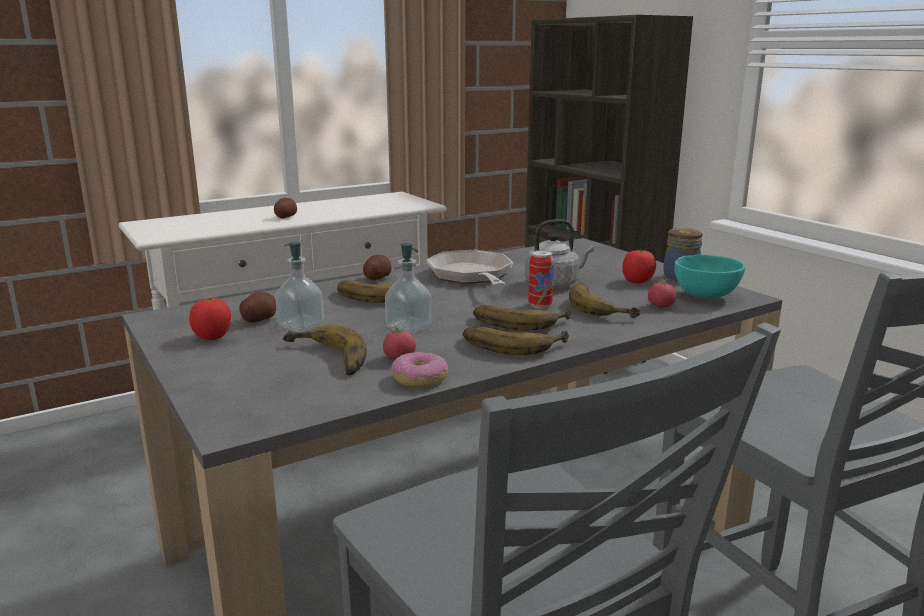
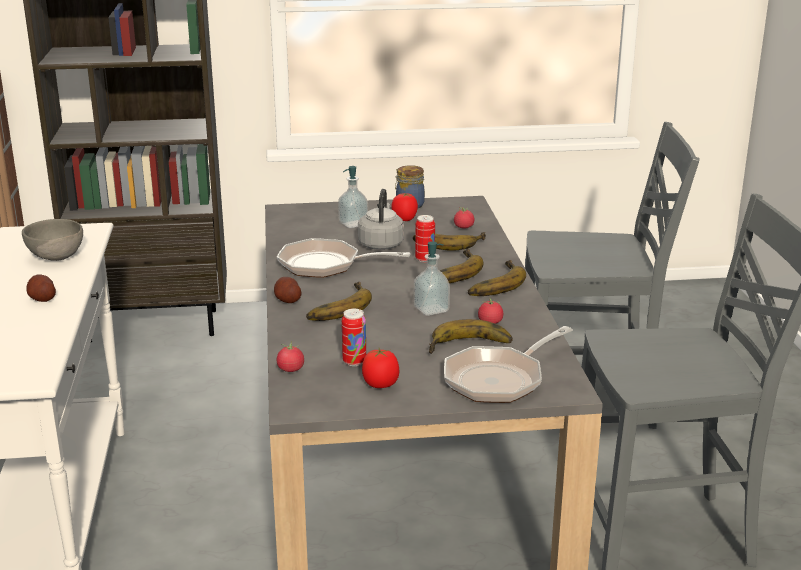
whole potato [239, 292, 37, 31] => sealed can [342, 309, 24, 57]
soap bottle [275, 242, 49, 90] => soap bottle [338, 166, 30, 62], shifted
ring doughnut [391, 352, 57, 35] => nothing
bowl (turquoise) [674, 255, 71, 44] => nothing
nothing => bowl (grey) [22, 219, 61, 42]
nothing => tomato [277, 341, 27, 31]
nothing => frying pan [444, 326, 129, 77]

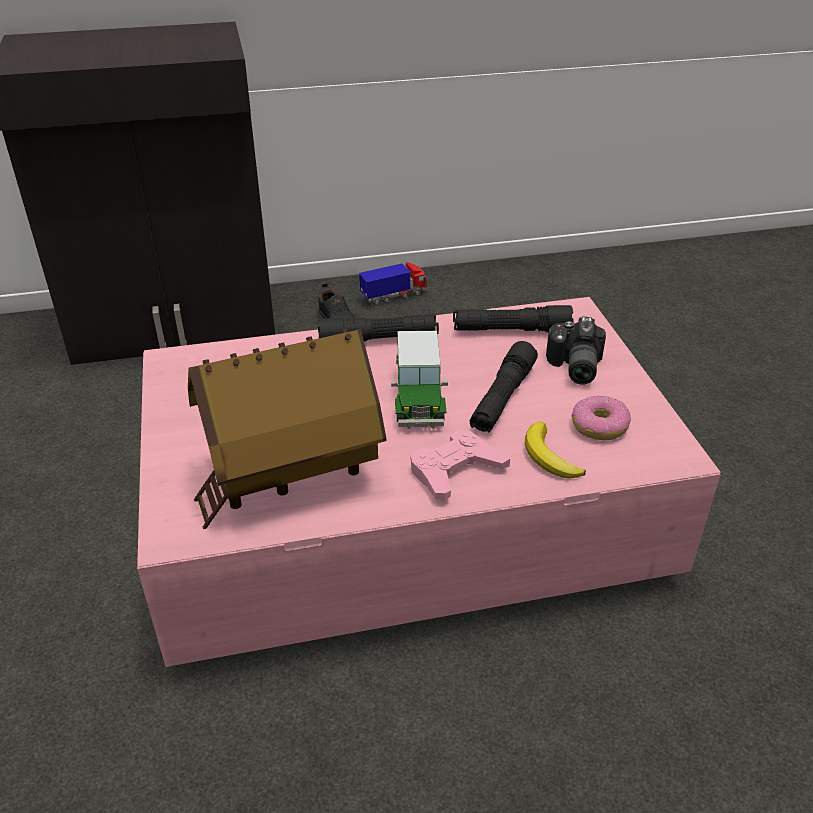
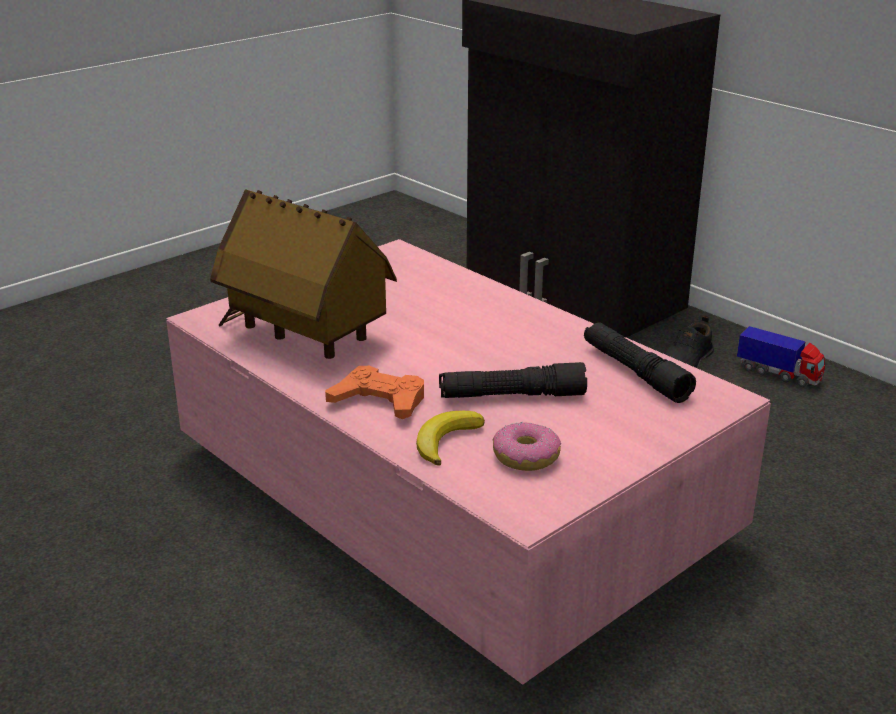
torch (black-coloured) [317, 314, 122, 27] => nothing
model car [391, 331, 57, 98] => nothing
game controller (pink) [411, 429, 99, 72] => game controller (orangey) [325, 366, 99, 53]
still camera [546, 316, 60, 69] => nothing

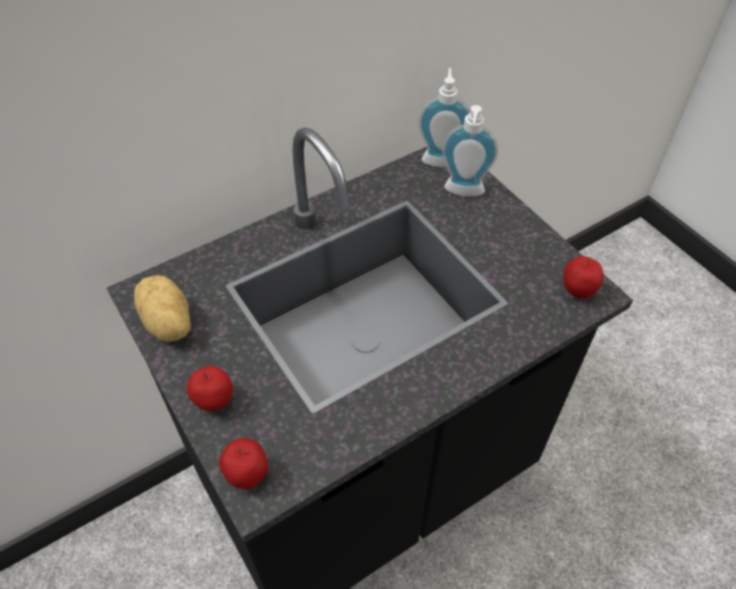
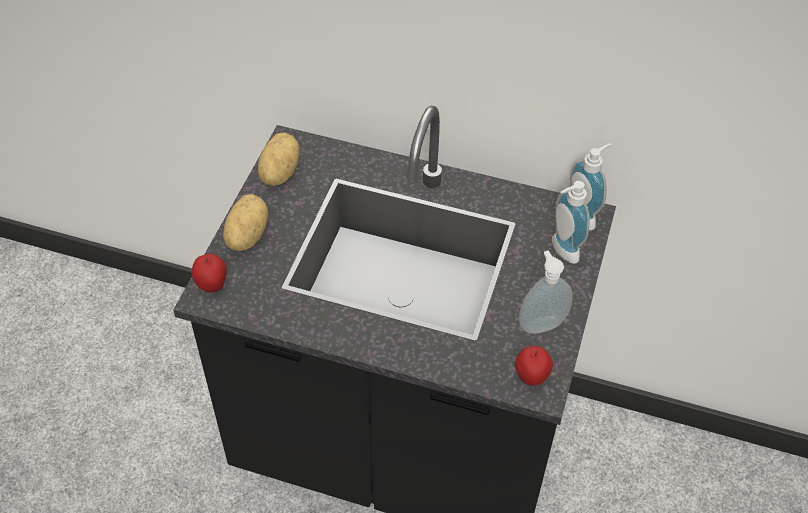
whole apple [187, 366, 46, 45] => whole potato [223, 194, 46, 57]
nothing => soap bottle [519, 251, 54, 83]

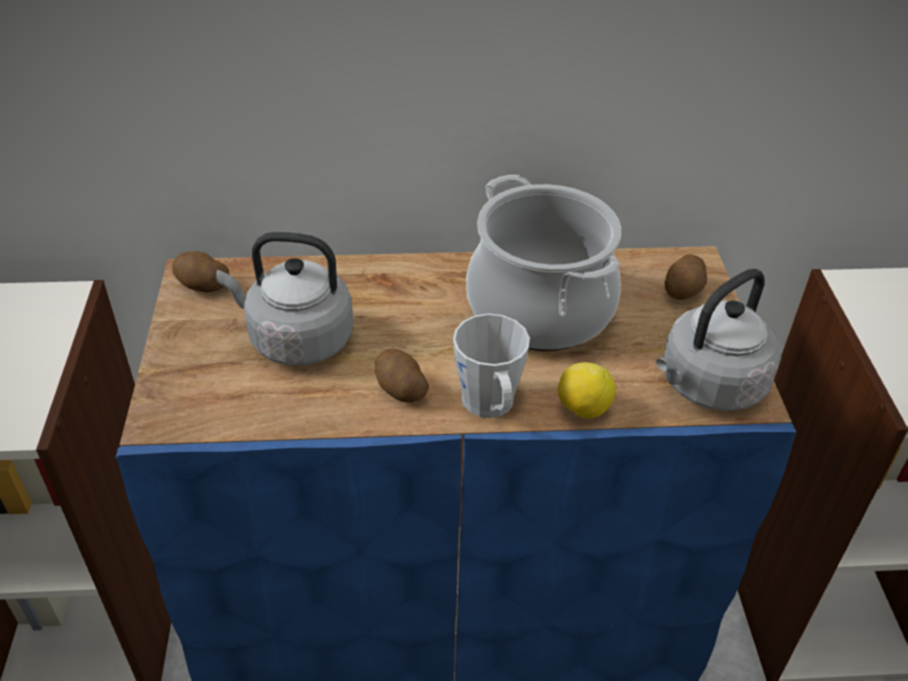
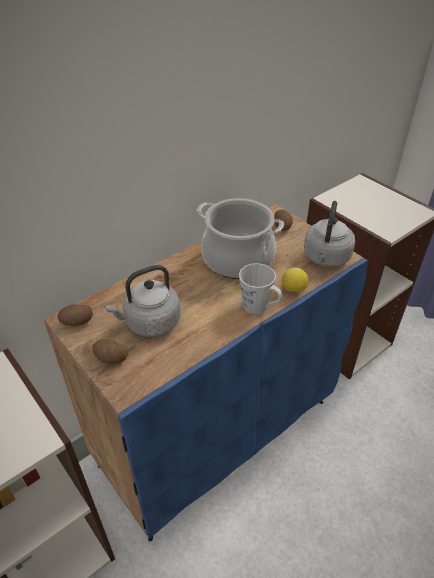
whole potato [375, 348, 54, 55] => whole potato [92, 339, 36, 25], shifted

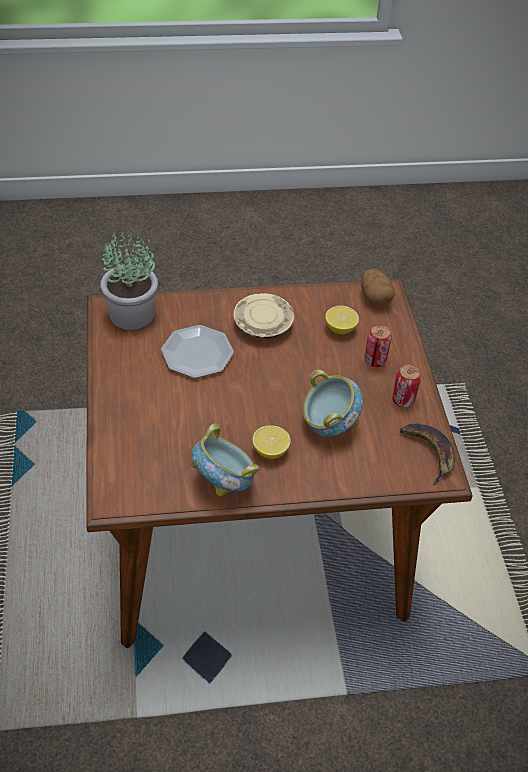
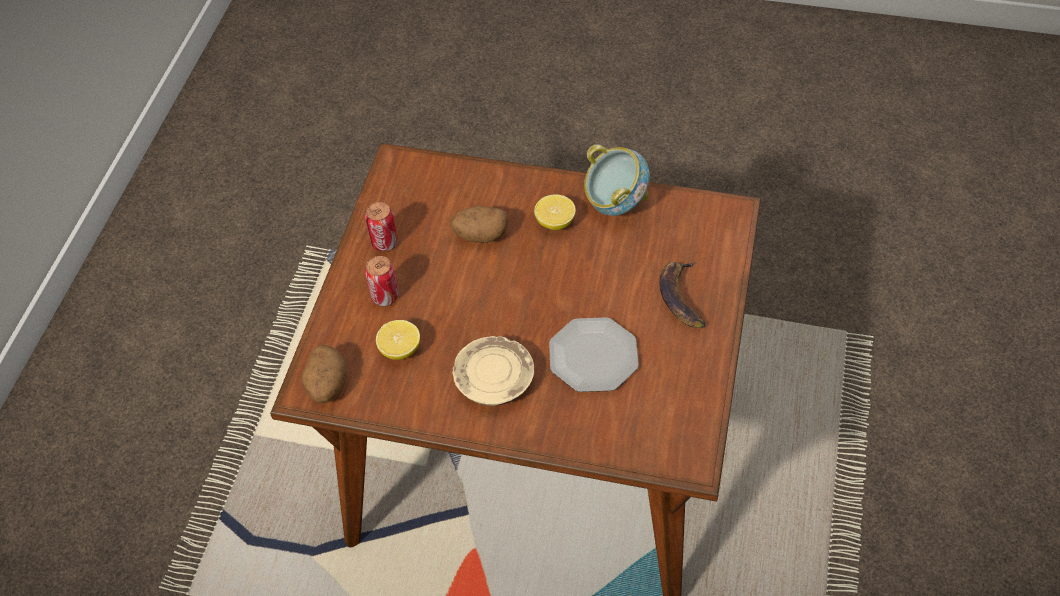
houseplant [101, 230, 57, 100] => nothing
bowl [303, 370, 60, 67] => whole potato [450, 206, 58, 37]
banana fruit [400, 423, 55, 62] => banana fruit [659, 262, 47, 66], shifted

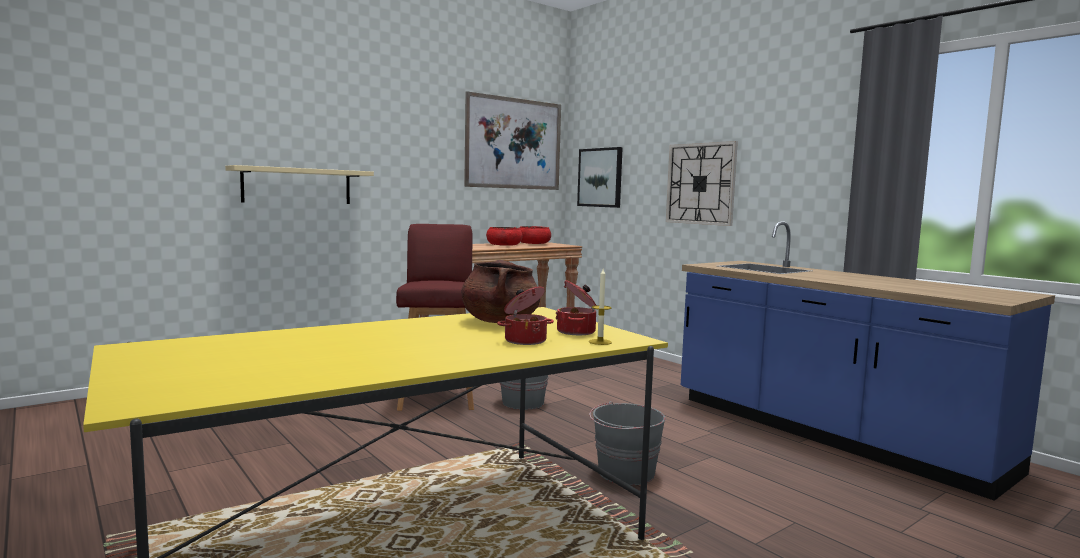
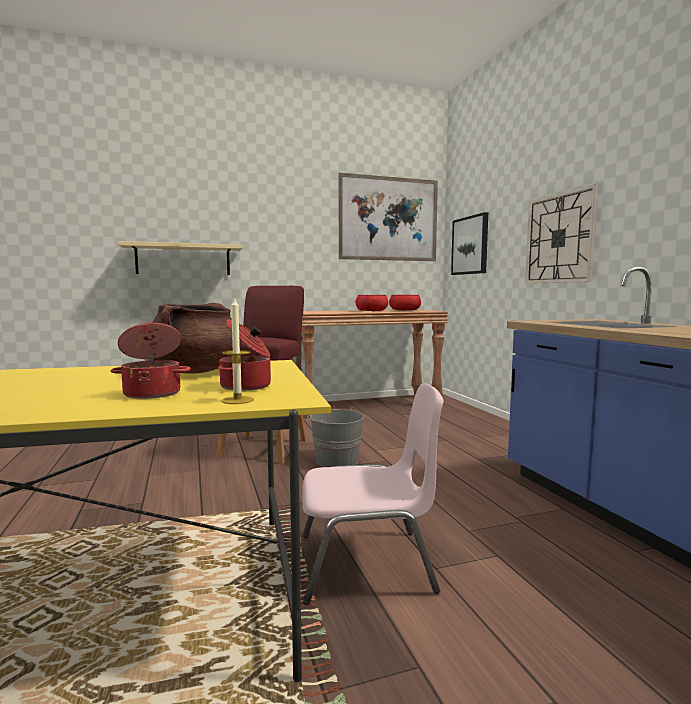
water bucket (grey) [589, 401, 76, 84] => plain chair (pink) [302, 383, 142, 222]

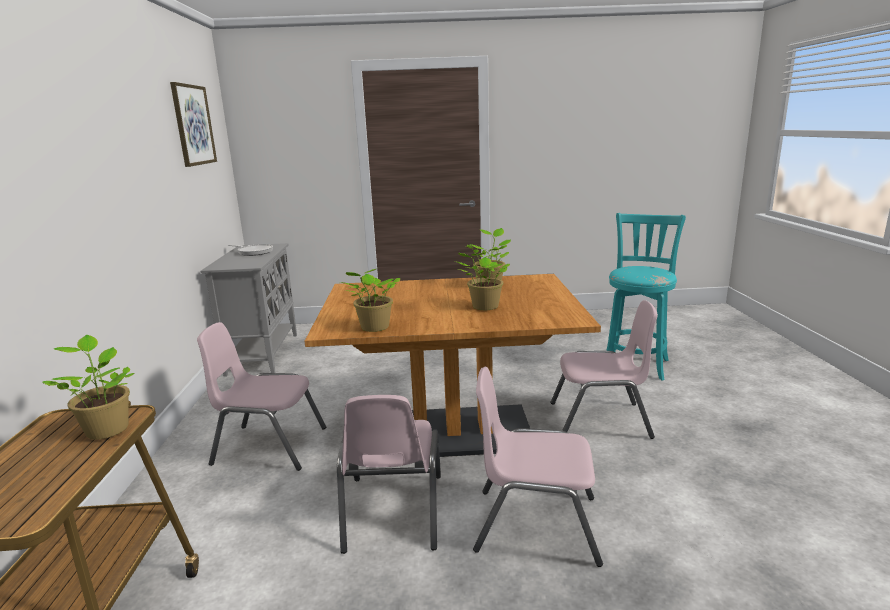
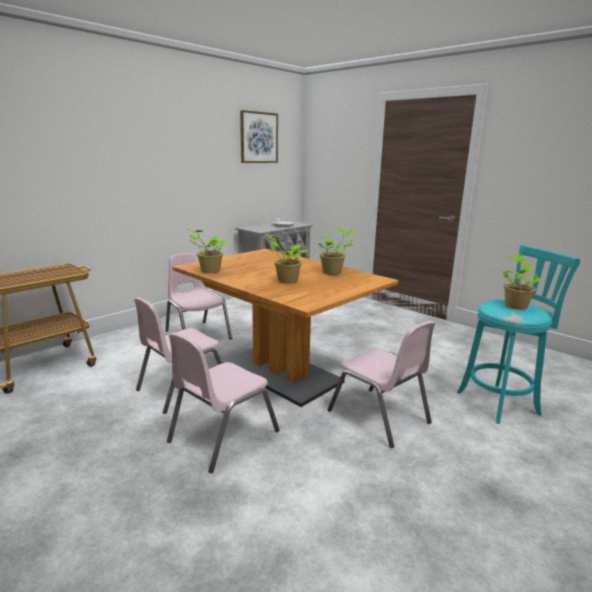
houseplant [42, 335, 92, 105] => houseplant [499, 254, 44, 56], shifted
plain chair (pink) [473, 367, 130, 200] => plain chair (pink) [167, 332, 113, 141], 105 degrees counterclockwise

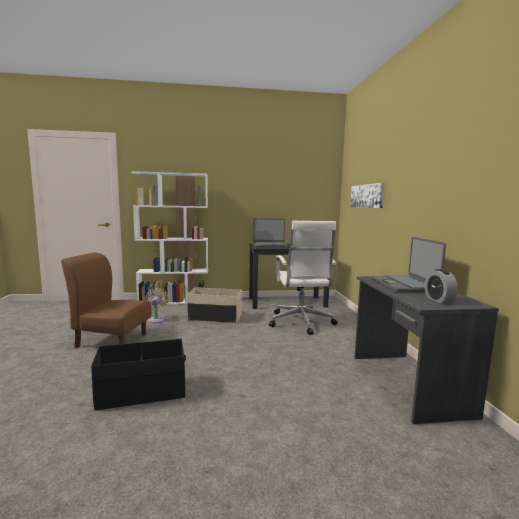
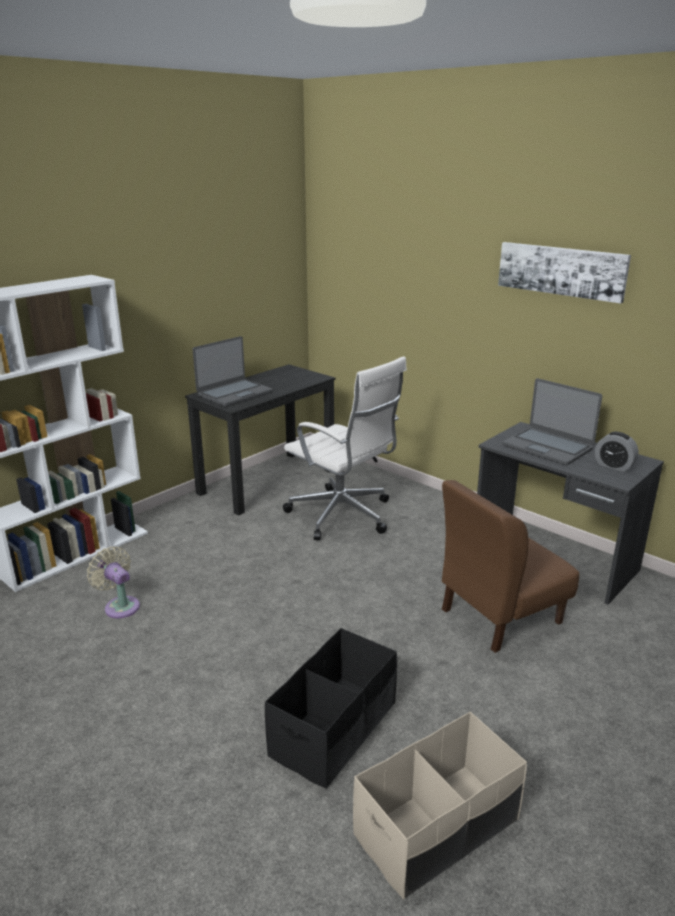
plain chair (brownish) [61, 252, 91, 96] => plain chair (brownish) [442, 480, 137, 173], shifted
storage container (beige-coloured) [187, 287, 55, 36] => storage container (beige-coloured) [353, 712, 174, 187], shifted
wall picture [350, 183, 35, 25] => wall picture [498, 242, 133, 62], shifted

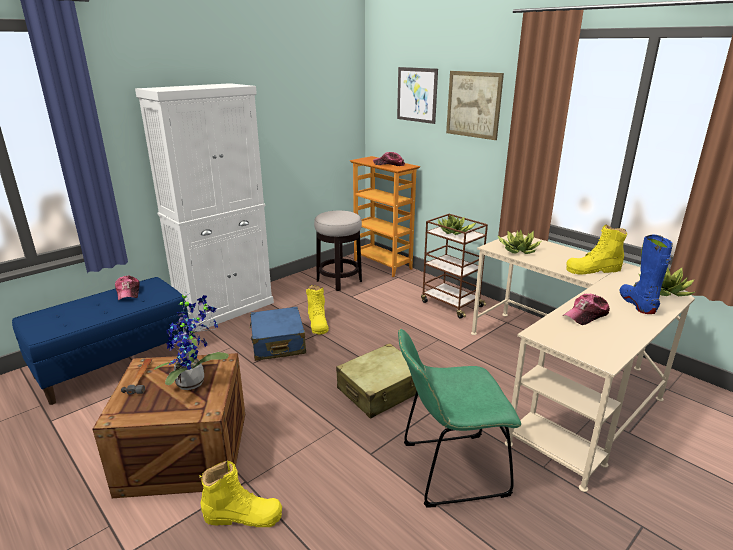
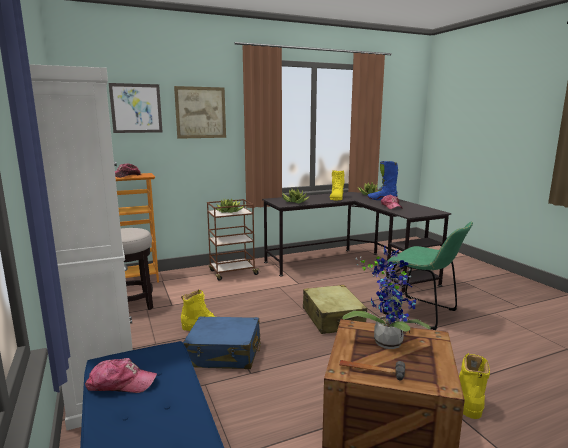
plain chair (green) [398, 329, 123, 179] => plain chair (green) [383, 221, 90, 109], 60 degrees counterclockwise
desk table (beige-coloured) [471, 232, 224, 260] => desk table (black-coloured) [262, 192, 189, 102]

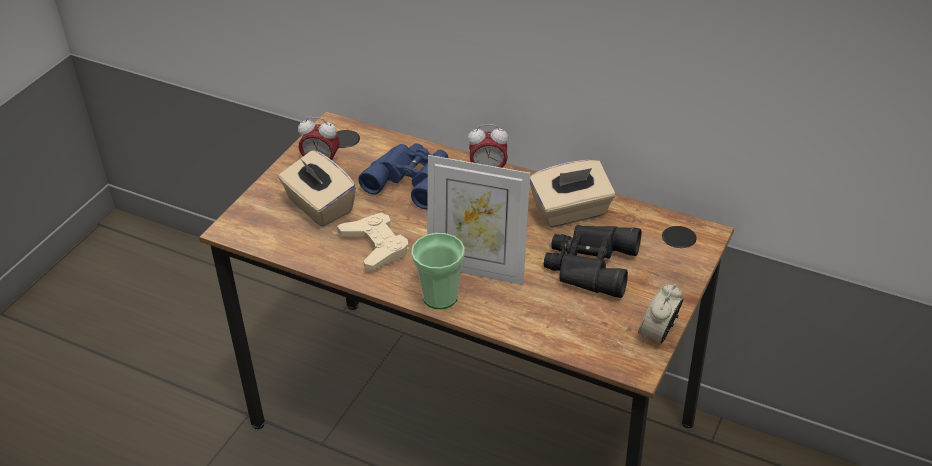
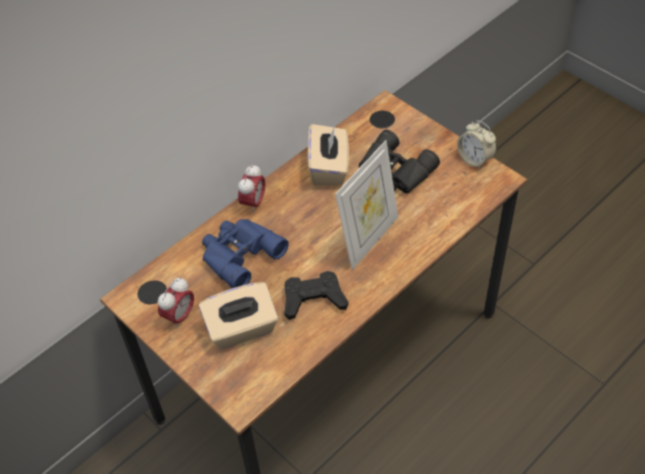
game controller (beige-coloured) [337, 213, 71, 57] => game controller (black-coloured) [284, 271, 64, 49]
drinking cup [411, 233, 54, 76] => nothing

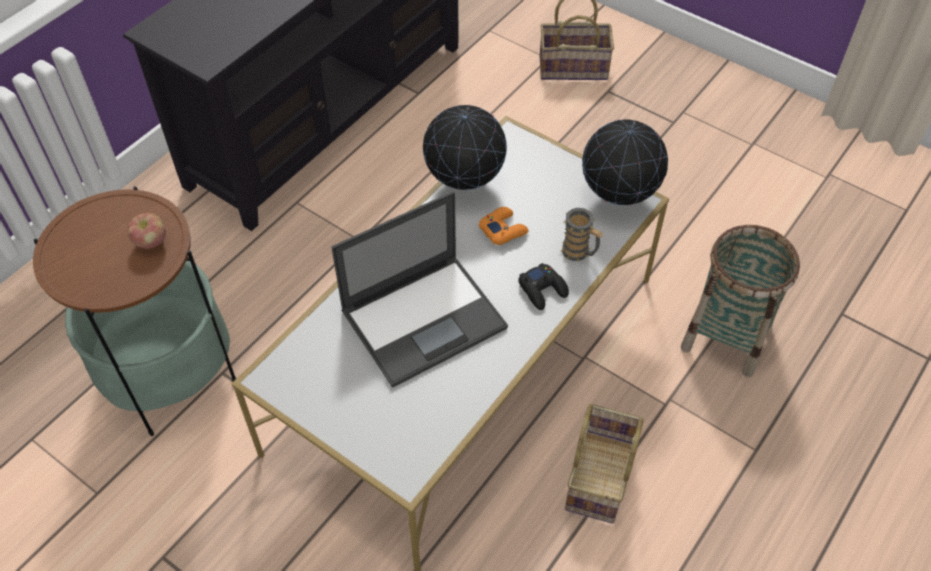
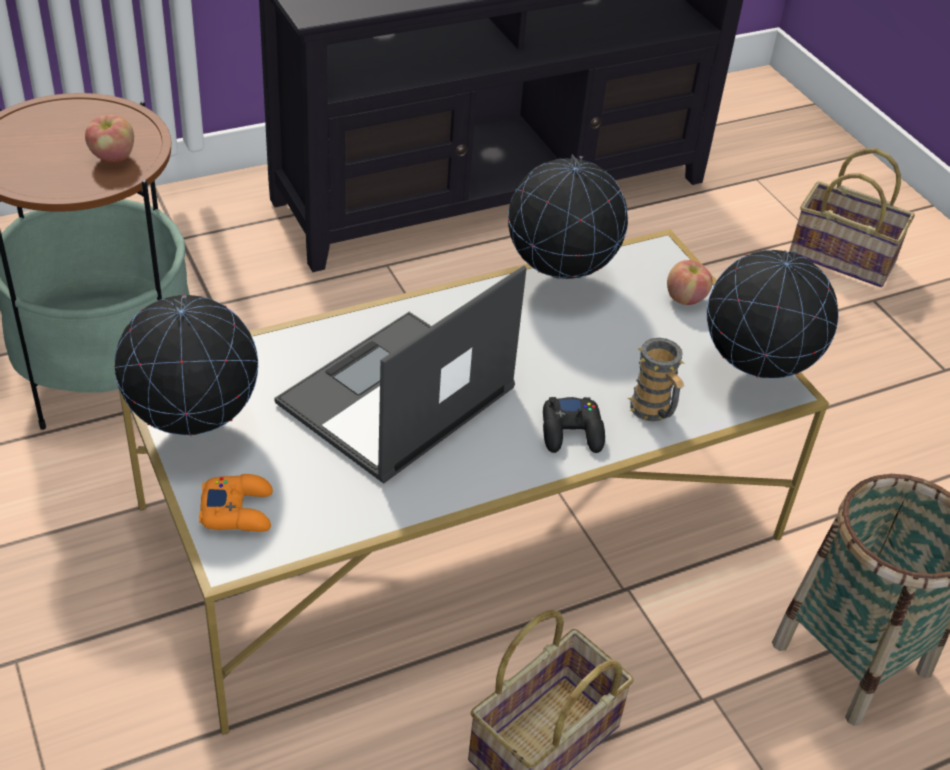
laptop [331, 191, 177, 196] => laptop [274, 265, 253, 219], 135 degrees clockwise
game controller (orangey) [479, 207, 49, 38] => game controller (orangey) [199, 474, 74, 58], shifted
nothing => world globe [115, 294, 143, 142]
nothing => whole apple [667, 260, 46, 45]

